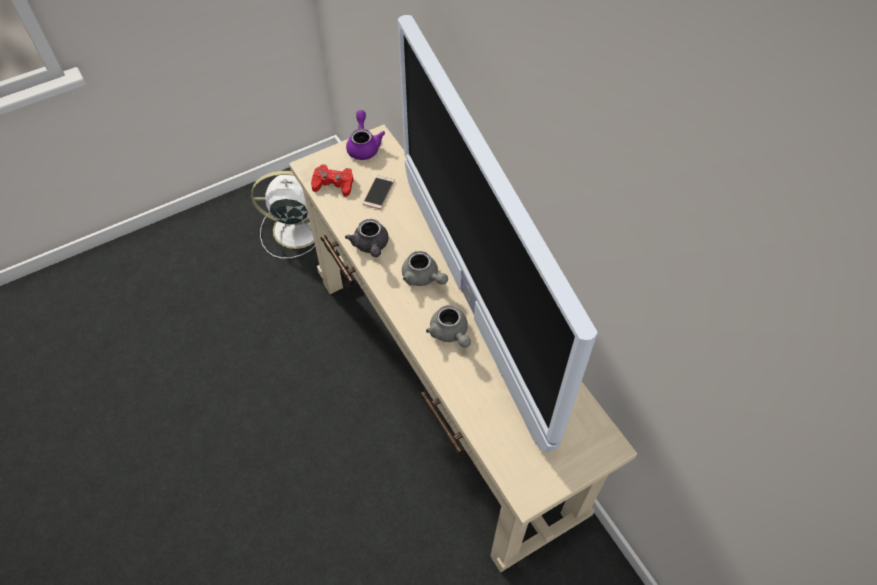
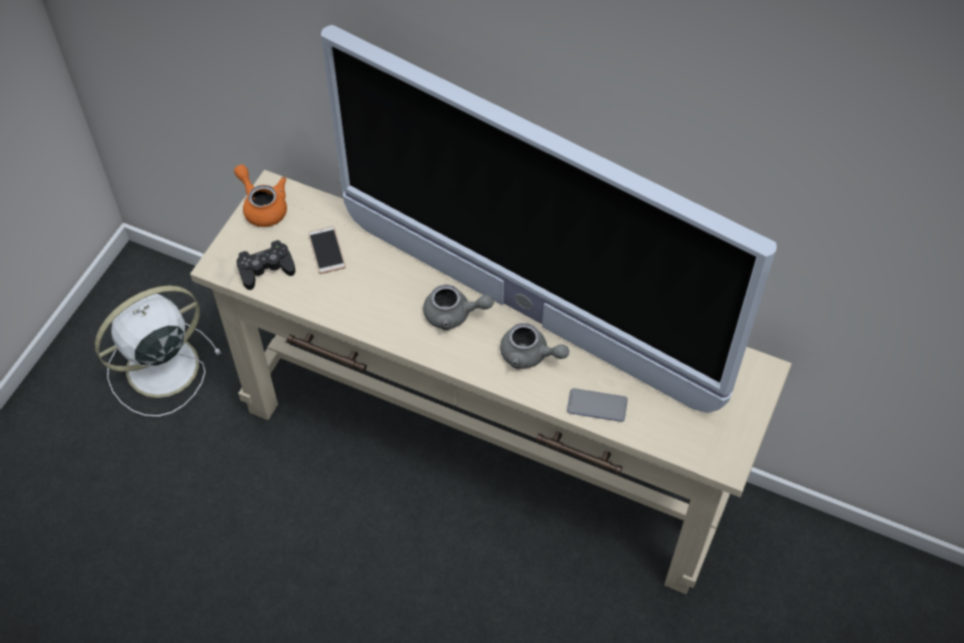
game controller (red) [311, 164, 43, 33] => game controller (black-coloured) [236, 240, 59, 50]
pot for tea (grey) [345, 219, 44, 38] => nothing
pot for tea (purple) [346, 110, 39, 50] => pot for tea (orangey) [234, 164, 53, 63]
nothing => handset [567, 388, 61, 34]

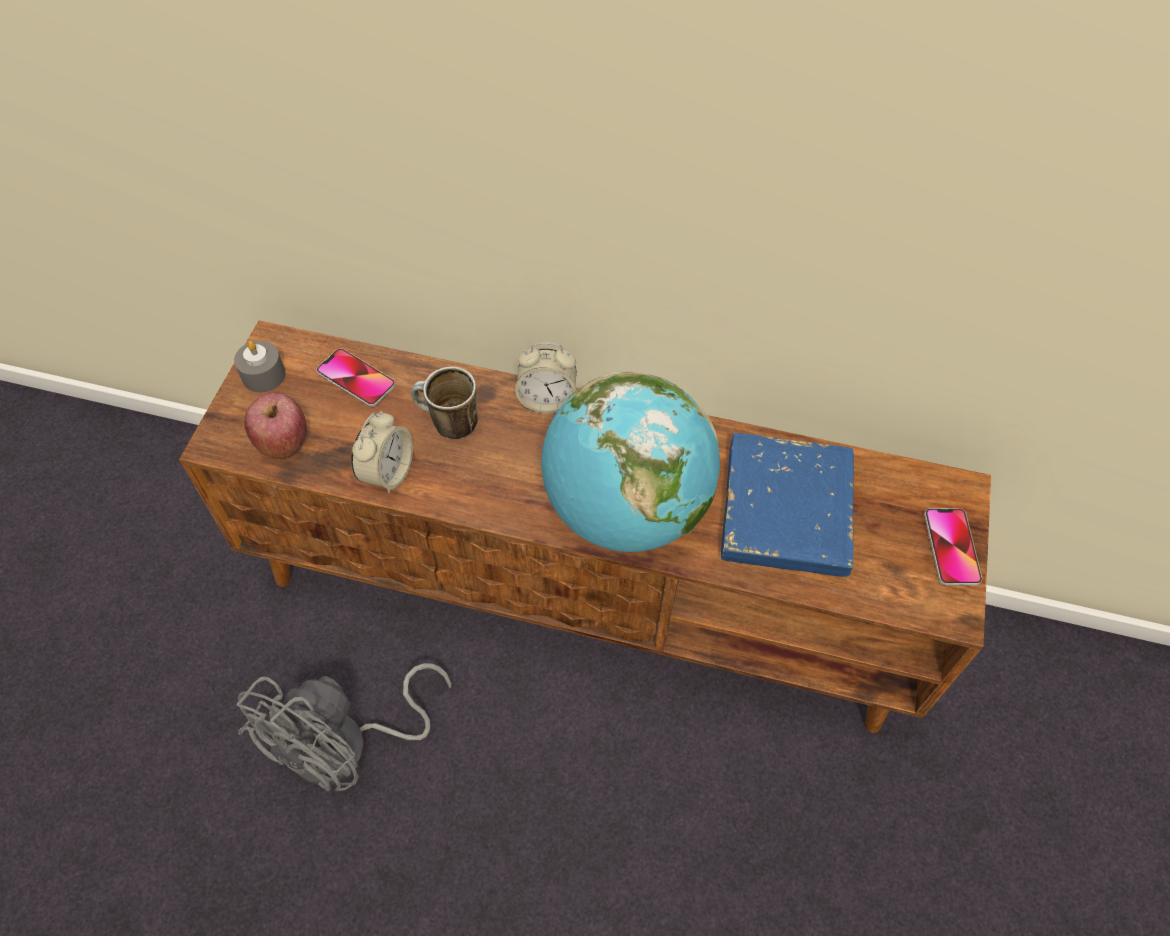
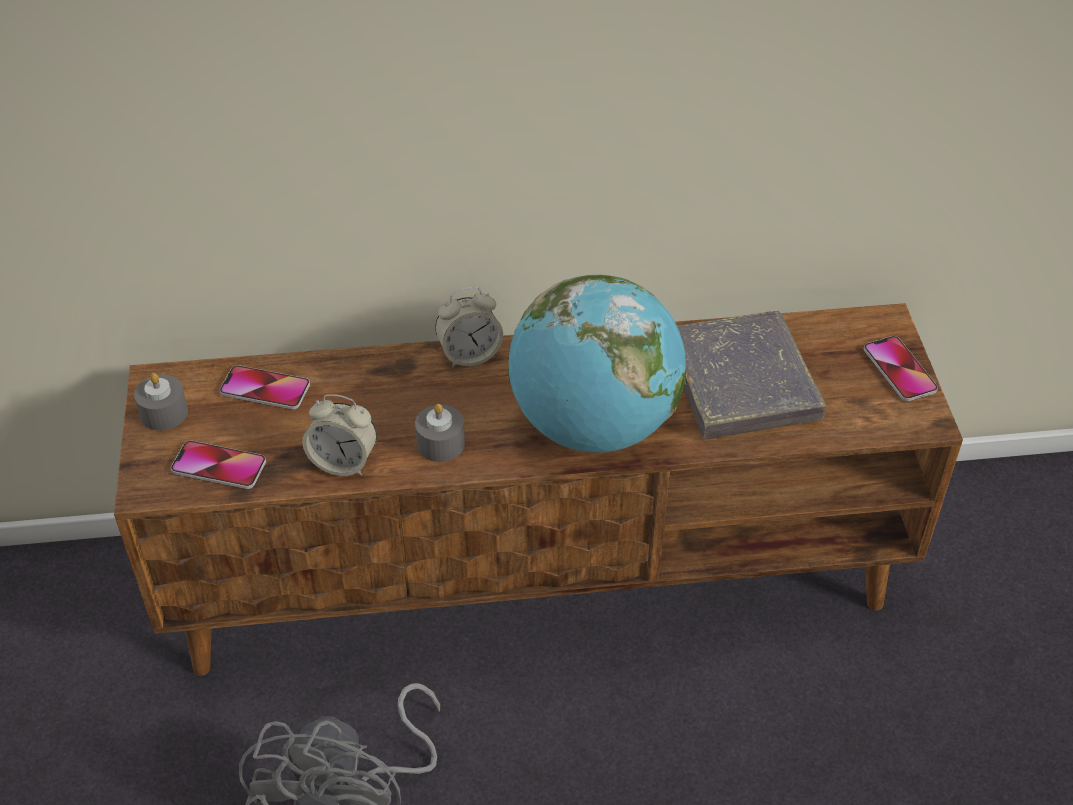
whole apple [244, 392, 63, 67] => handset [171, 441, 95, 48]
alarm clock [351, 411, 62, 83] => alarm clock [302, 394, 75, 82], 105 degrees clockwise
tea mug [411, 367, 67, 72] => nothing
volume (bluish) [721, 433, 133, 144] => volume (grey) [677, 311, 149, 128]
nothing => wax light (grey) [415, 404, 50, 58]

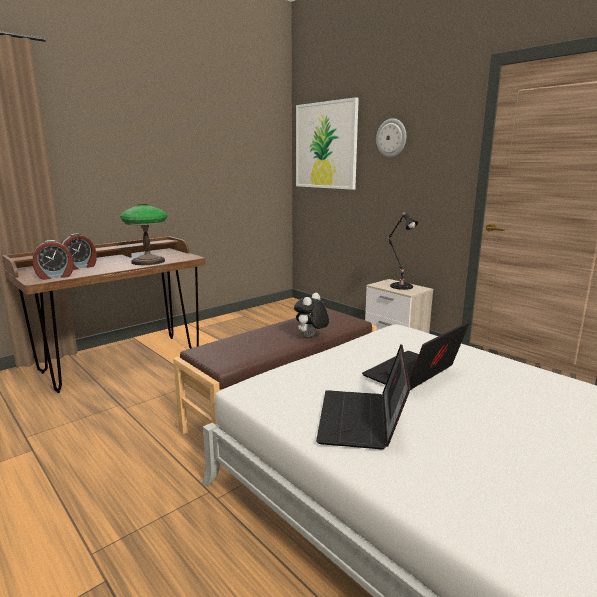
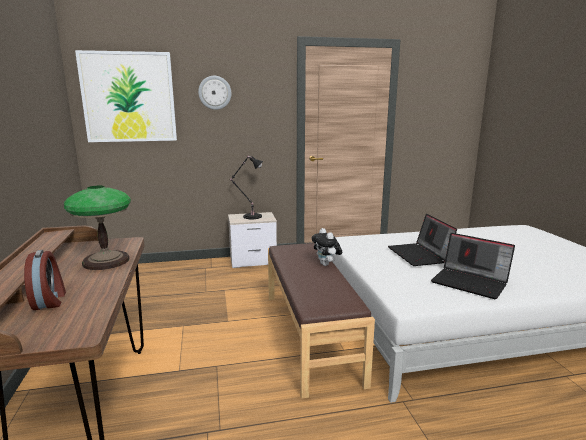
alarm clock [32, 240, 42, 40] => nothing

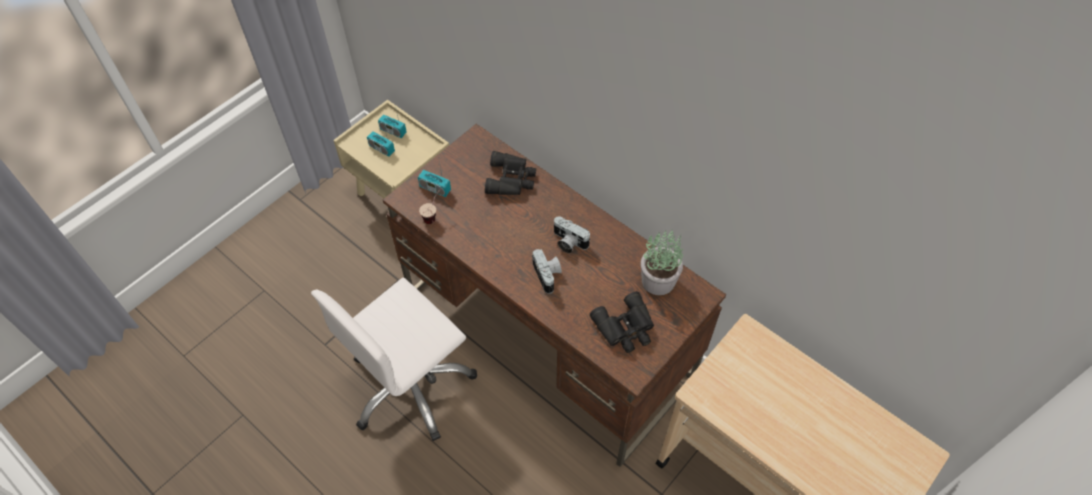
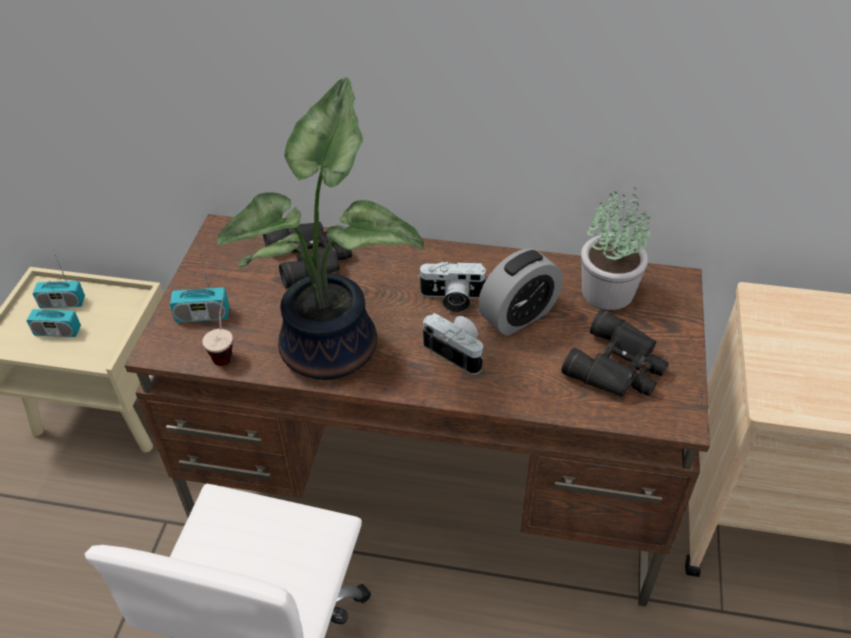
nothing => houseplant [216, 77, 208, 303]
nothing => alarm clock [478, 248, 85, 88]

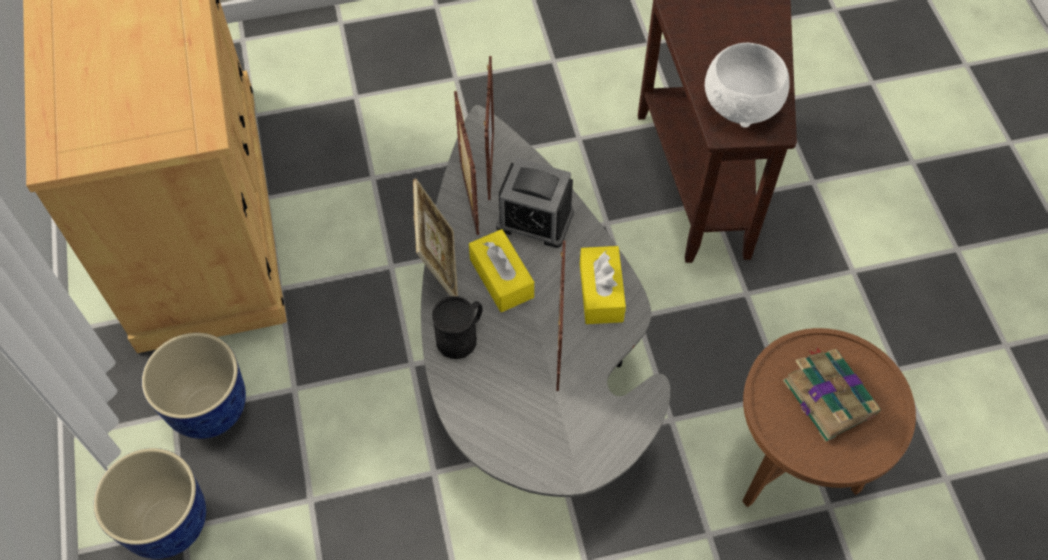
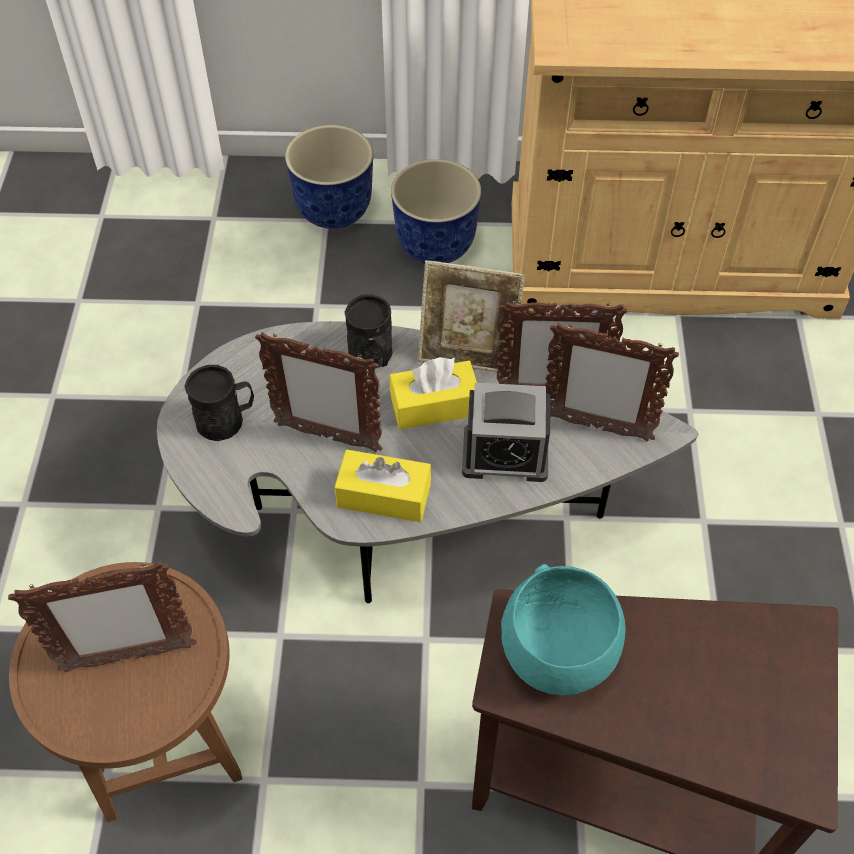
alarm clock [496, 158, 78, 90] => alarm clock [462, 383, 88, 99], 120 degrees counterclockwise
bowl (whitish) [705, 43, 85, 84] => bowl (turquoise) [501, 564, 125, 131]
volume [783, 347, 98, 95] => picture frame [8, 562, 189, 110]
nothing => tea mug (black-coloured) [184, 365, 70, 76]

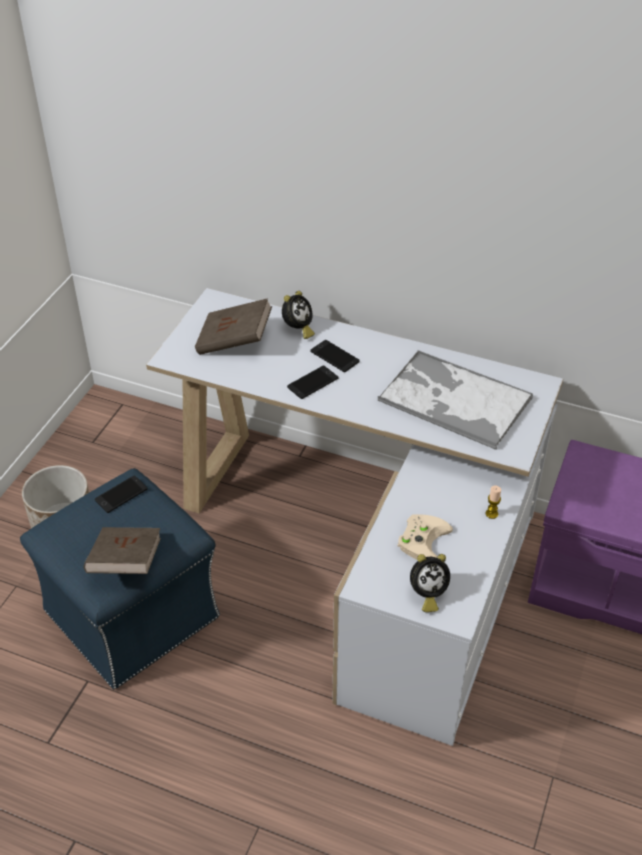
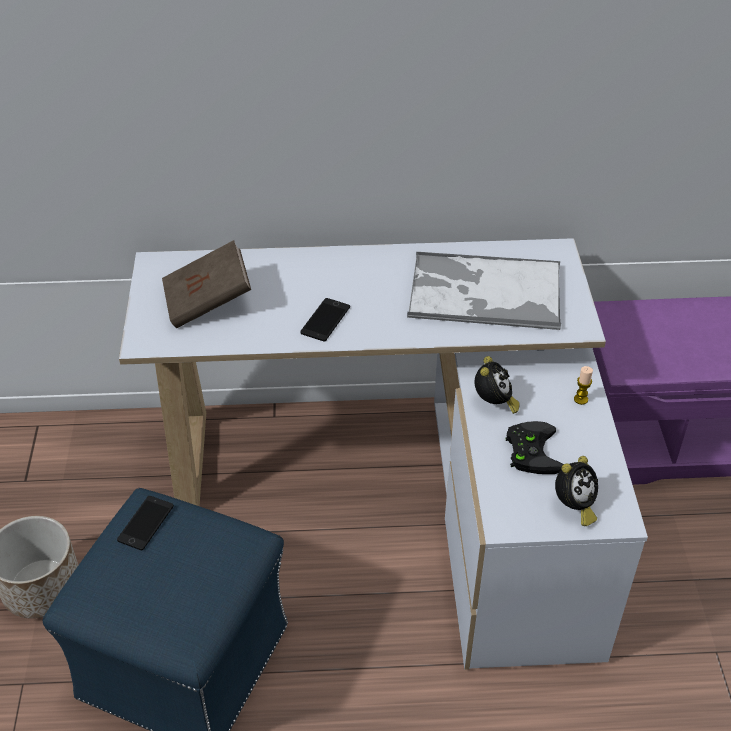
volume (brownish) [84, 527, 77, 47] => nothing
alarm clock [282, 291, 33, 48] => alarm clock [474, 356, 46, 58], shifted
handset [310, 340, 50, 32] => nothing
game controller (beige-coloured) [397, 514, 56, 46] => game controller (black-coloured) [506, 421, 58, 53]

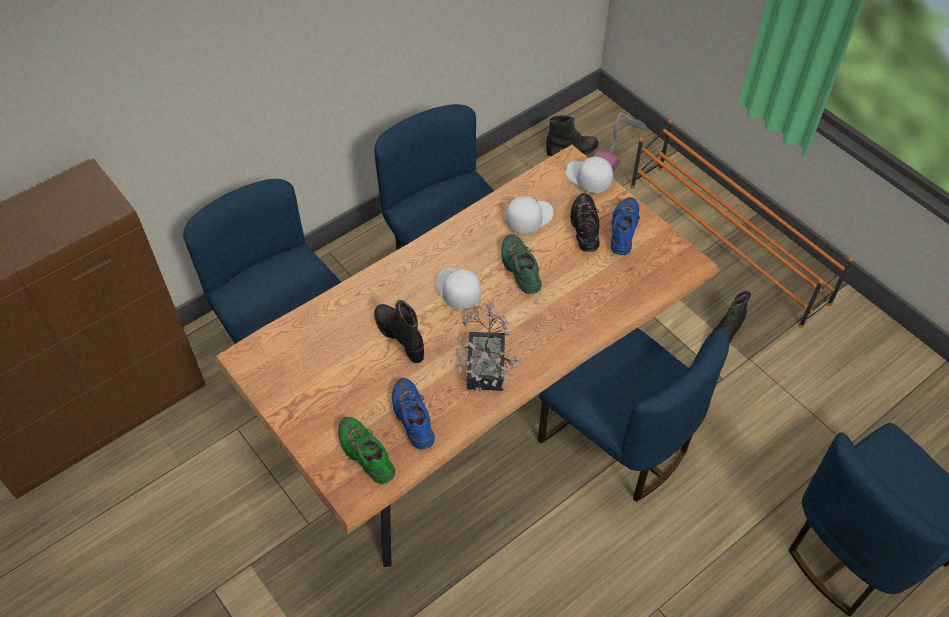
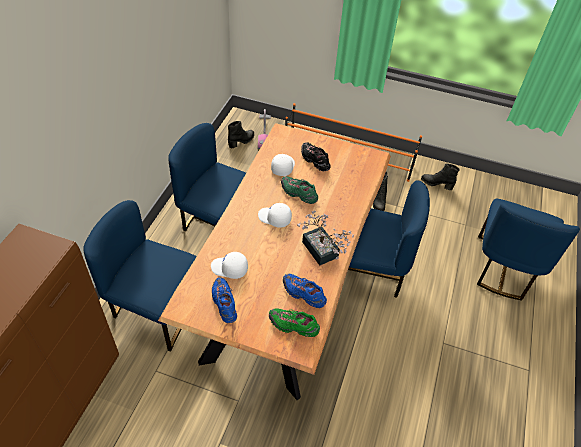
high-top boot (black-coloured) [374, 300, 50, 63] => high-top boot (black-coloured) [421, 163, 39, 27], shifted
baseball cap (whitish) [565, 157, 48, 36] => baseball cap (whitish) [211, 252, 37, 27], shifted
low shoe (bluish) [611, 197, 29, 58] => low shoe (bluish) [212, 277, 25, 46], shifted

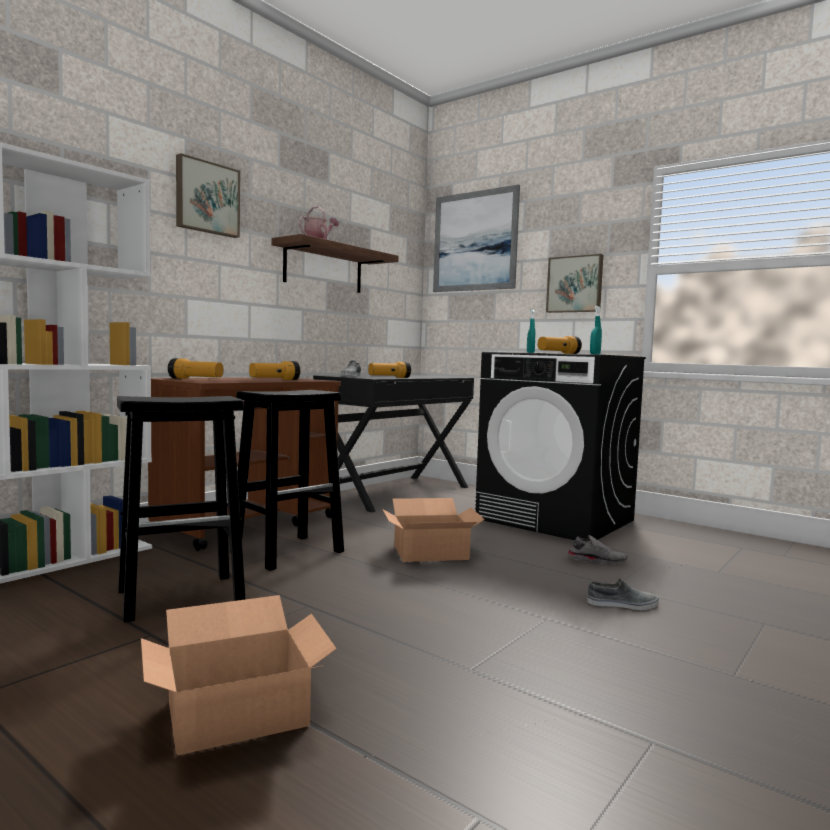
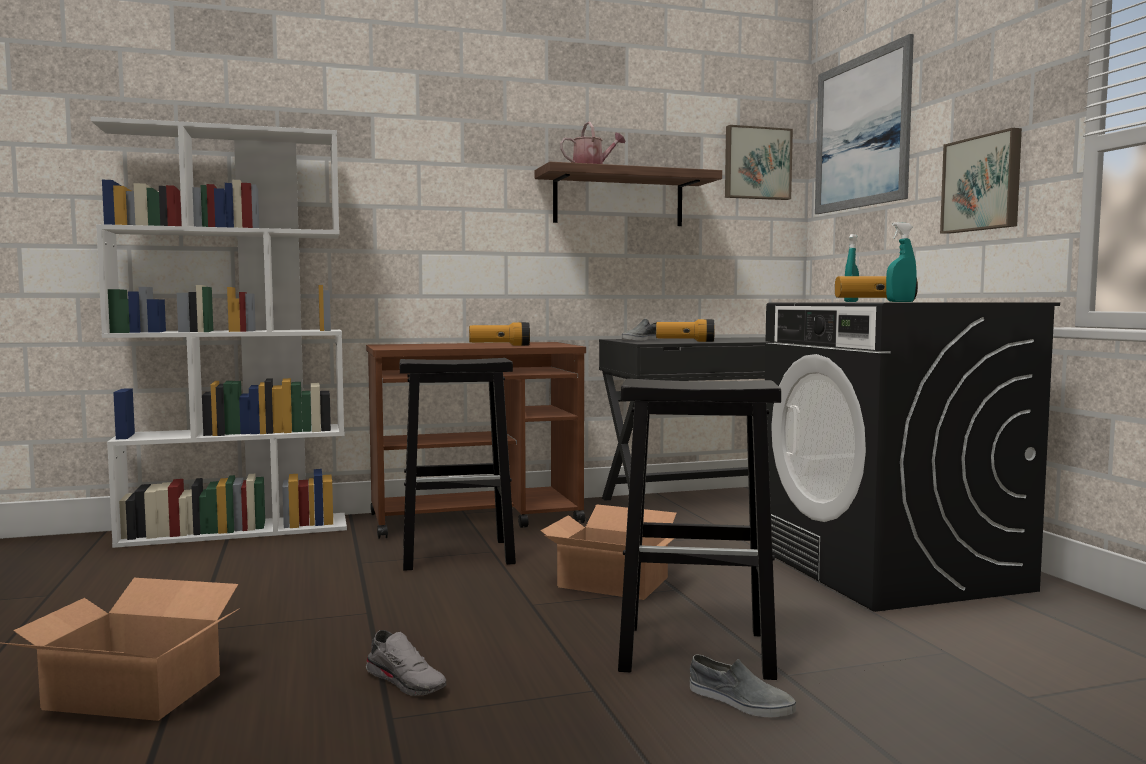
stool seat (black-coloured) [117, 396, 128, 226] => stool seat (black-coloured) [618, 379, 163, 301], shifted
torch [168, 358, 55, 21] => nothing
wall picture [176, 153, 64, 85] => wall picture [725, 125, 68, 75], shifted
low shoe (grey) [567, 535, 61, 30] => low shoe (grey) [366, 630, 80, 66], shifted

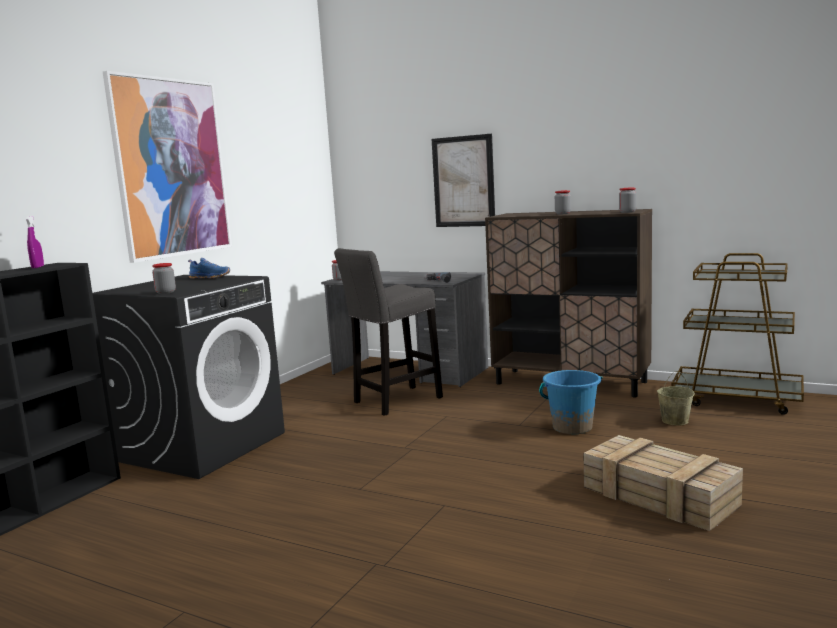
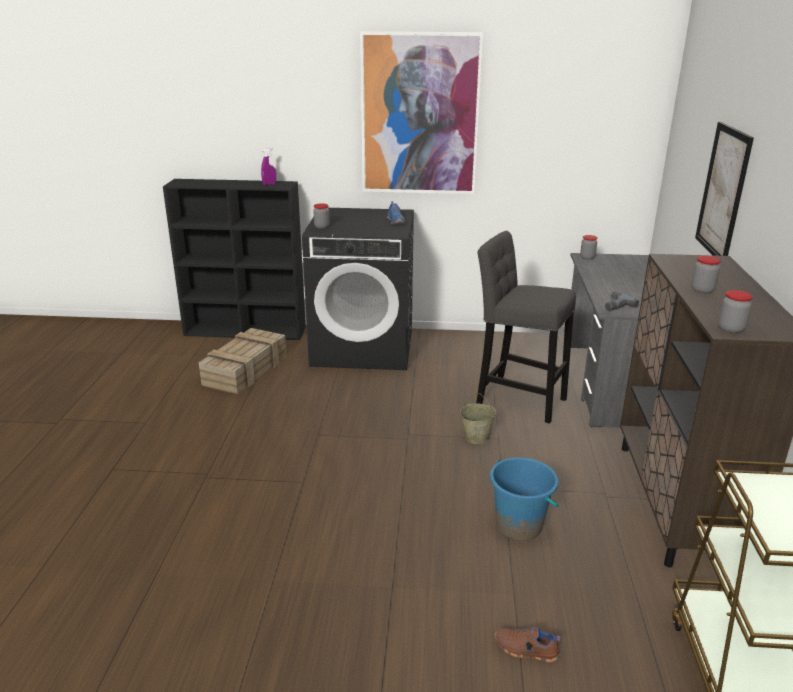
packing crate [584, 435, 159, 96] => packing crate [199, 328, 88, 66], shifted
water bucket (beige-coloured) [657, 371, 38, 55] => water bucket (beige-coloured) [460, 393, 36, 51], shifted
nothing => low shoe (brownish) [495, 627, 66, 35]

